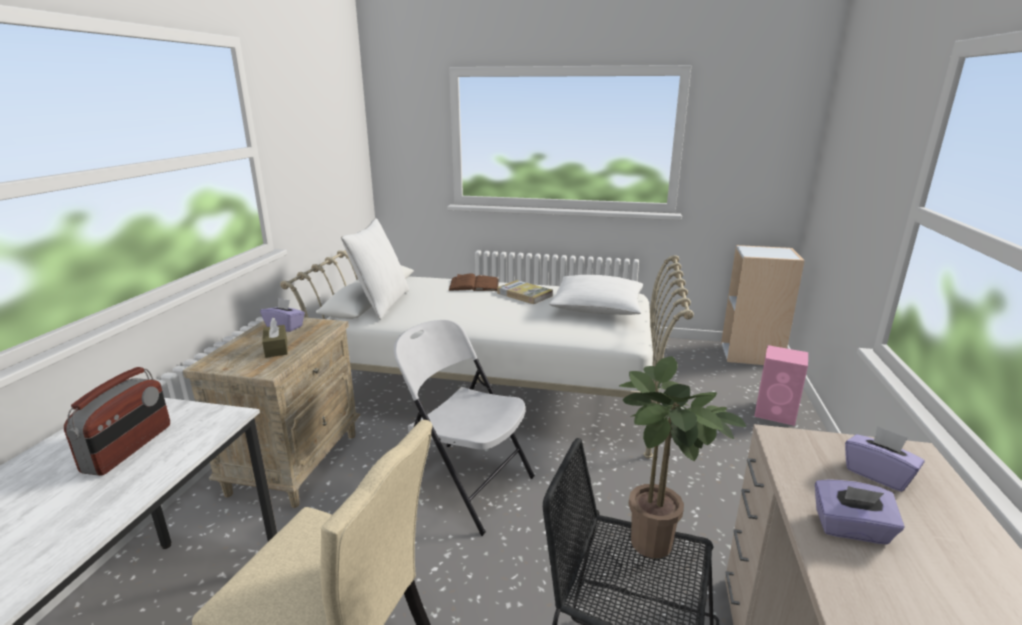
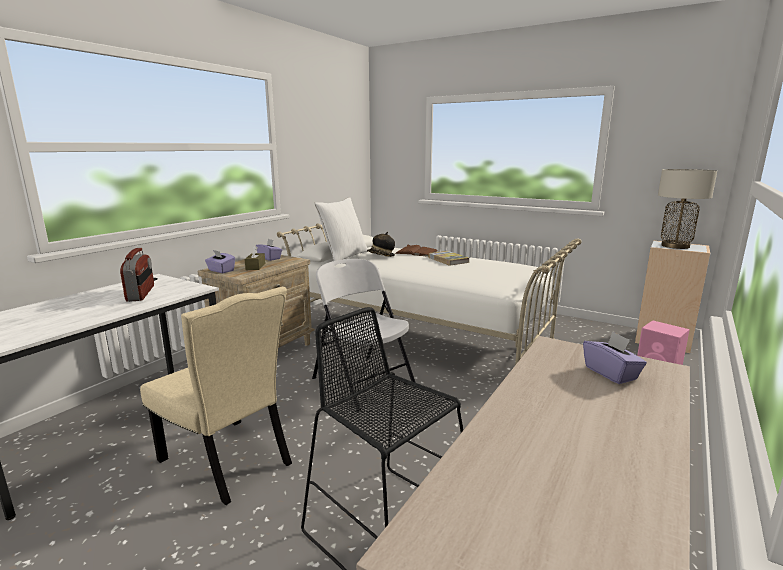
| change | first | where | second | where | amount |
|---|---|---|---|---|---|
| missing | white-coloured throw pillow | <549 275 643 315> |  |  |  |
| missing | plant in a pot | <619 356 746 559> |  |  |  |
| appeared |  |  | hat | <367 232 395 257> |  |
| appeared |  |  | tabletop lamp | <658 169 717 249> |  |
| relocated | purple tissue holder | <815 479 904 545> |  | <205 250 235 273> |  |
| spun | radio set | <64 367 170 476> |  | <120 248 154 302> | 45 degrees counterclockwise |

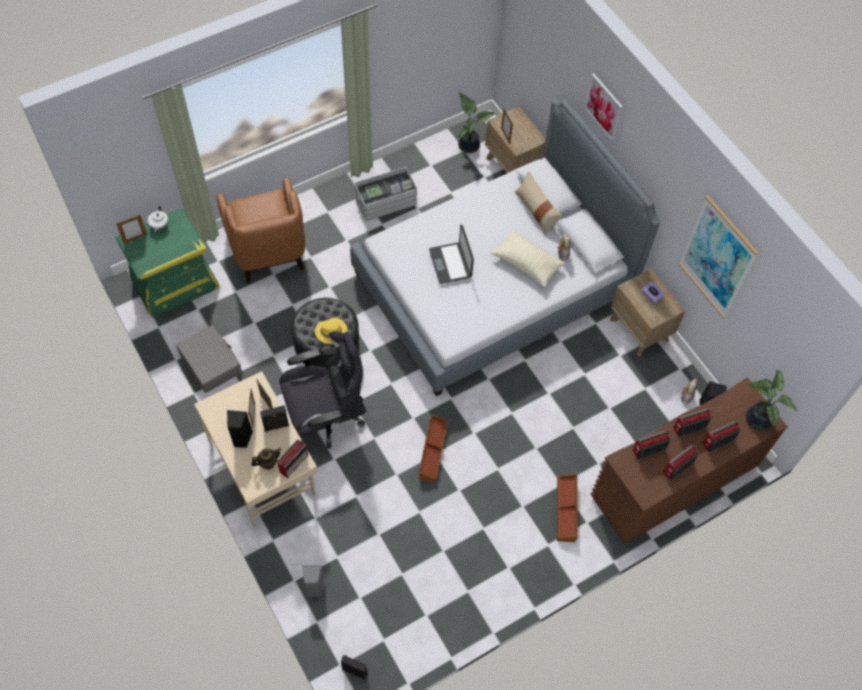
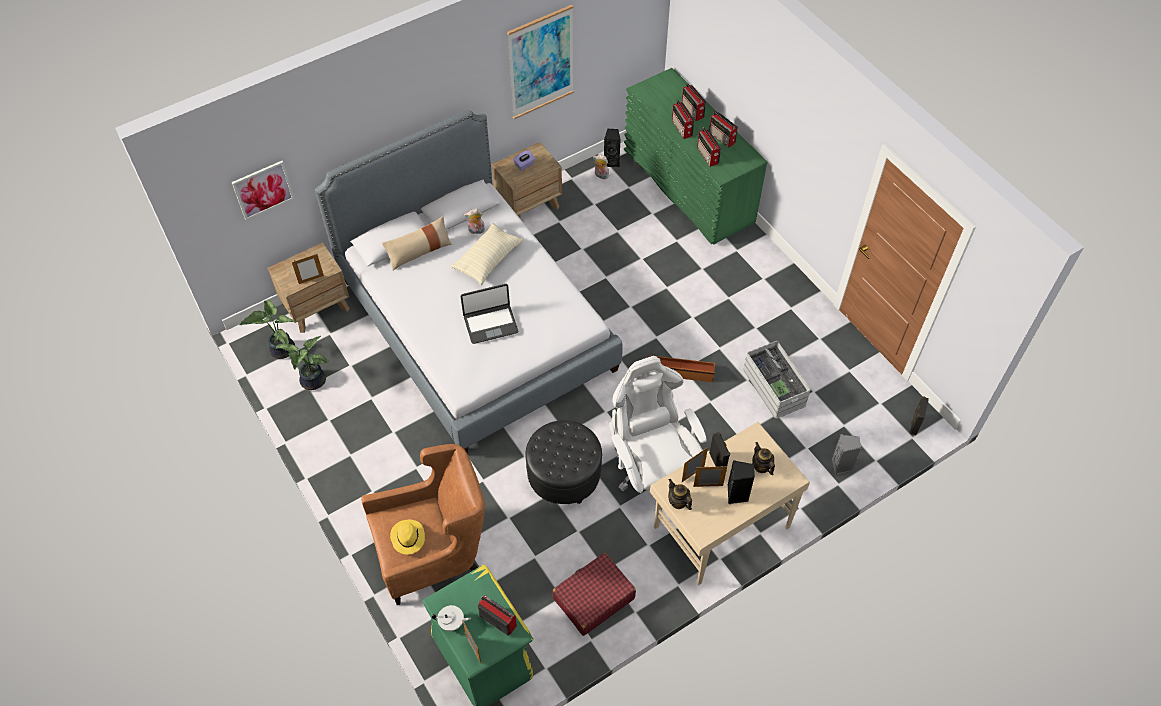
| change | first | where | second | where | amount |
|---|---|---|---|---|---|
| missing | brown storage box | <557 474 578 542> |  |  |  |
| appeared |  |  | teapot | <668 479 692 510> |  |
| relocated | radio set | <277 440 308 478> |  | <478 595 517 636> |  |
| relocated | yellow-coloured hat | <315 318 347 344> |  | <390 520 425 554> |  |
| relocated | gray storage box | <355 167 417 221> |  | <743 341 811 419> |  |
| relocated | wall art | <584 73 623 141> |  | <232 161 294 220> |  |
| relocated | plant in a pot | <746 370 798 431> |  | <276 336 329 390> |  |
| colour | gray piece of luggage | <176 325 242 393> | reddish piece of luggage | <553 553 636 636> |  |
| colour | blackish office chair | <279 331 366 449> | white-coloured office chair | <609 356 707 493> |  |
| colour | brown chest of drawers | <590 377 788 544> | green-coloured chest of drawers | <624 68 768 244> |  |

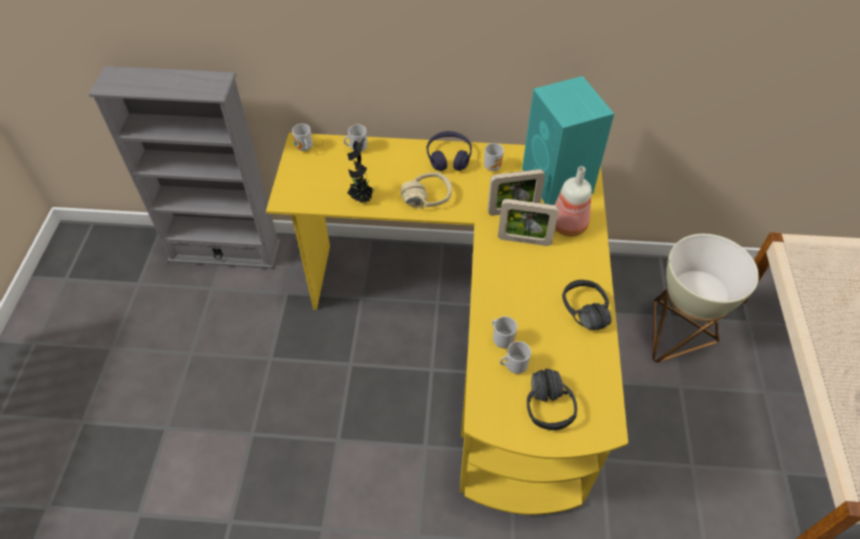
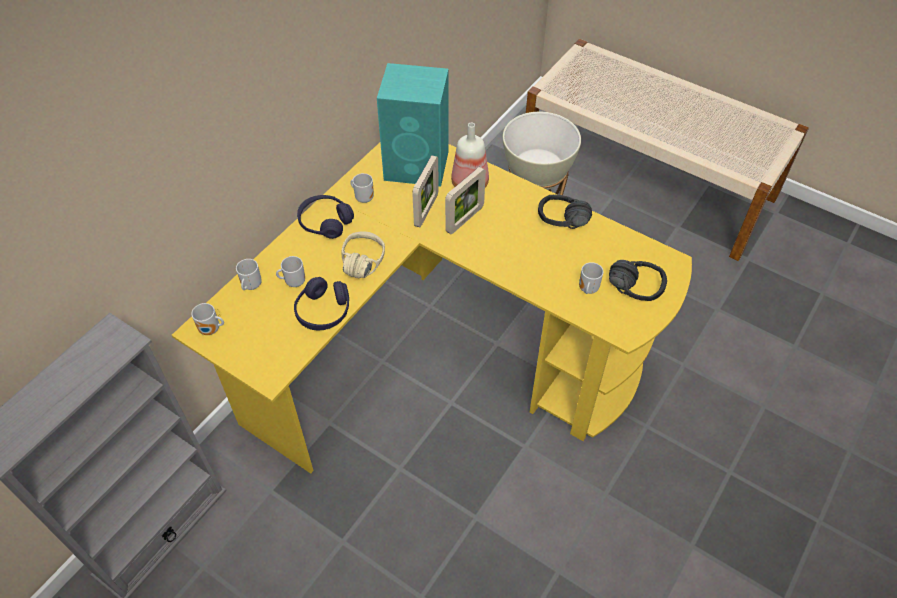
| change | first | where | second | where | amount |
|---|---|---|---|---|---|
| relocated | tea mug | <492 316 517 348> |  | <276 256 305 287> |  |
| exchanged | plant in a pot | <347 138 376 203> | purple headphones | <294 277 349 331> |  |

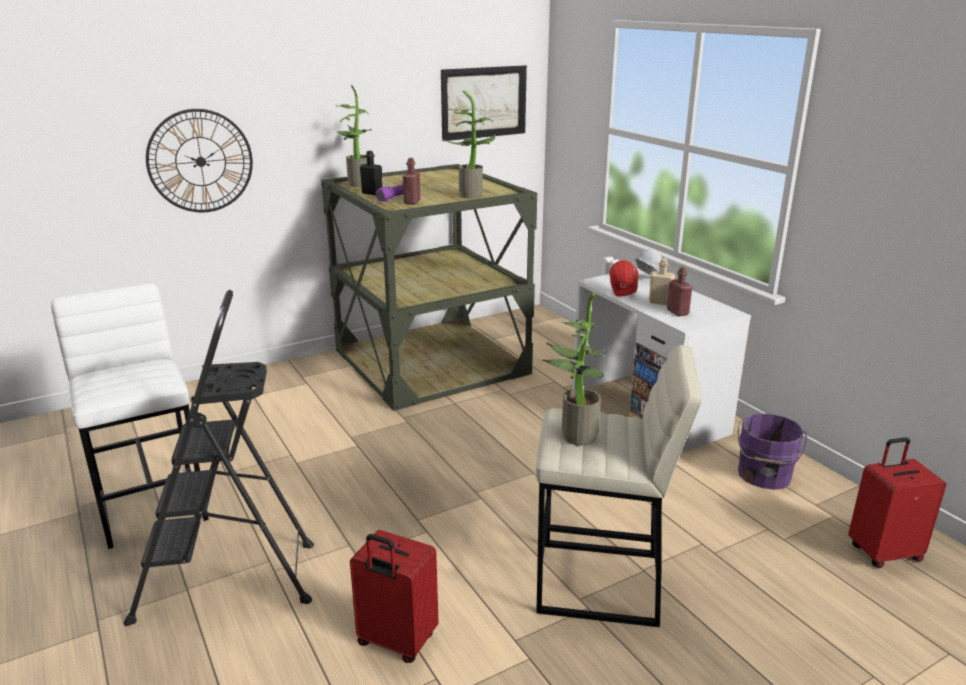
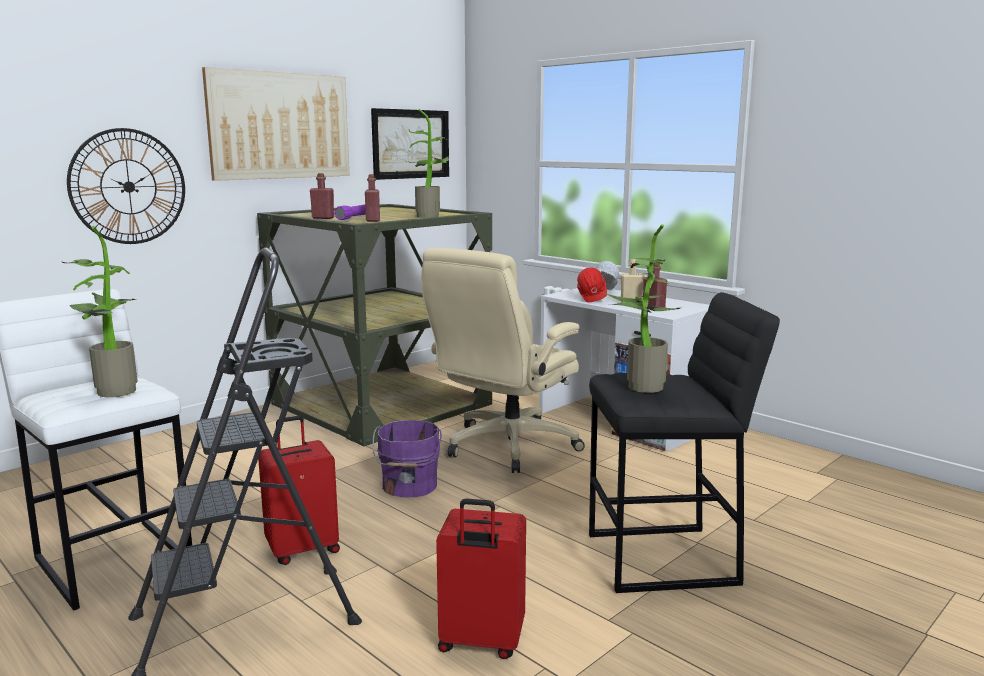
| change | first | where | second | where | amount |
|---|---|---|---|---|---|
| appeared |  |  | wall art | <202 67 350 181> |  |
| appeared |  |  | beige-coloured office chair | <421 248 585 473> |  |
| relocated | plant in a pot | <336 85 371 187> |  | <62 226 137 397> |  |
| relocated | purple water bucket | <738 413 807 490> |  | <373 420 442 497> |  |
| relocated | reddish piece of luggage | <848 437 946 568> |  | <258 416 340 565> |  |
| colour | blackish beverage bottle | <360 151 382 195> | reddish beverage bottle | <310 173 334 219> |  |
| colour | beige-coloured sitting stool | <536 345 702 627> | blackish sitting stool | <589 292 780 593> |  |

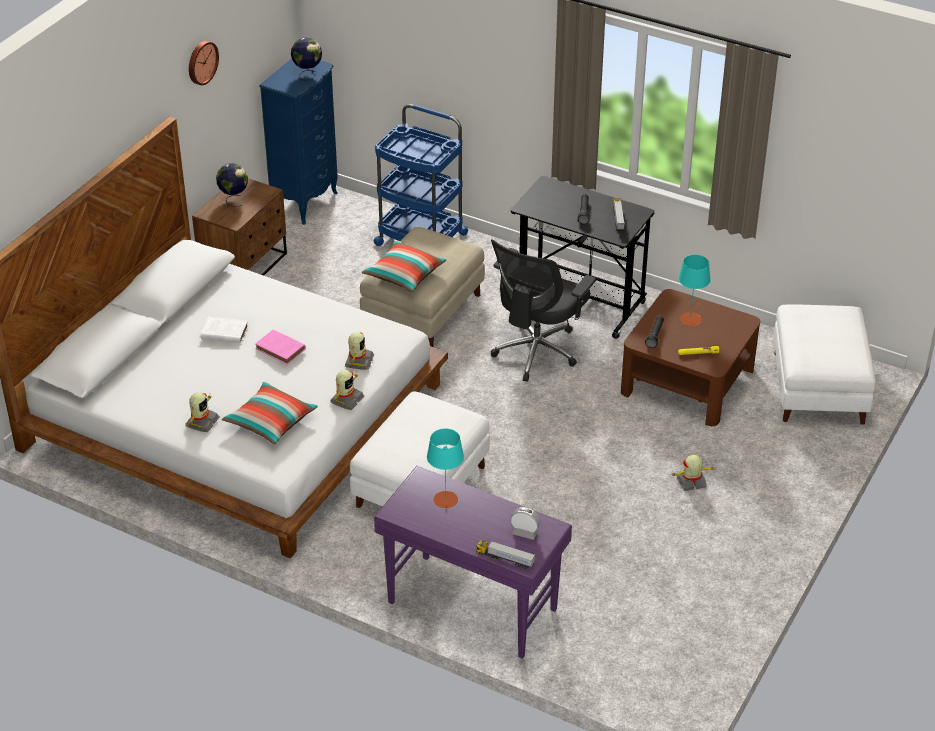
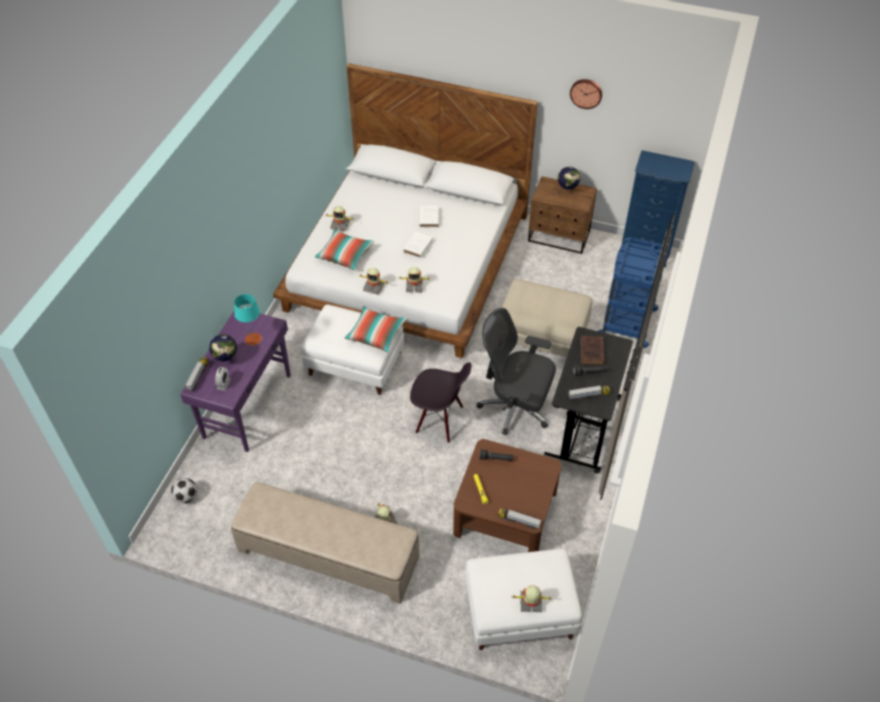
| change | first | where | second | where | amount |
|---|---|---|---|---|---|
| missing | blue-green tabletop lamp | <679 255 710 326> |  |  |  |
| appeared |  |  | football | <171 478 197 503> |  |
| appeared |  |  | beige-coloured indoor bench | <231 482 419 604> |  |
| appeared |  |  | blackish chair | <410 362 471 443> |  |
| appeared |  |  | model truck | <498 508 542 529> |  |
| appeared |  |  | robot figure | <511 585 551 612> |  |
| appeared |  |  | brown bound book | <580 336 605 365> |  |
| relocated | world globe | <291 38 322 81> |  | <209 334 237 364> |  |
| relocated | throw pillow | <362 240 447 292> |  | <345 306 407 353> |  |
| colour | pink bound book | <255 329 306 364> | white-coloured bound book | <403 232 433 258> |  |

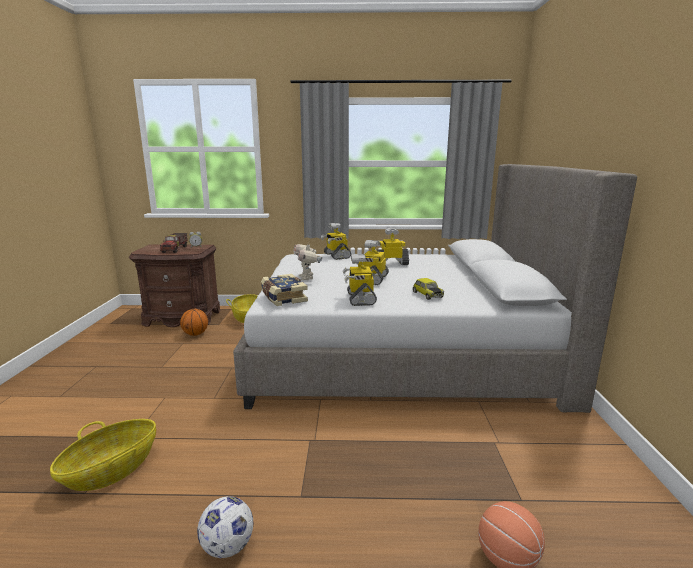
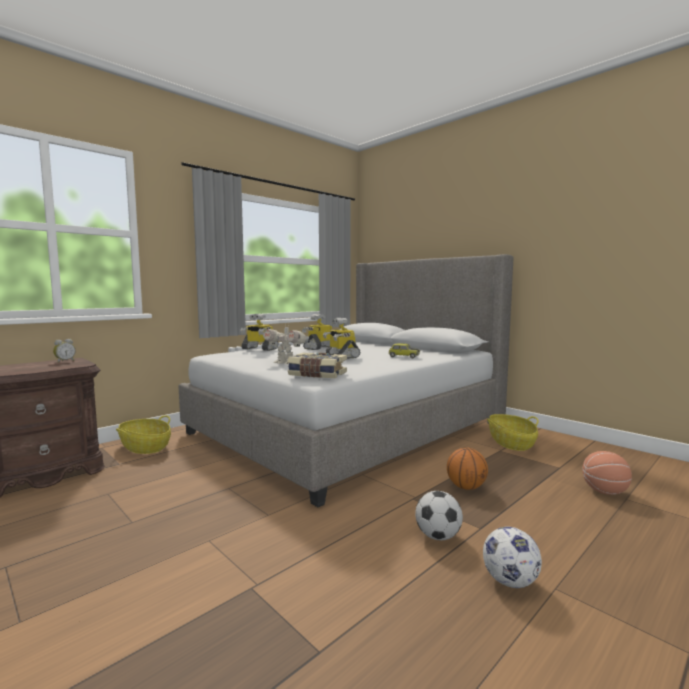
| change | first | where | second | where | amount |
|---|---|---|---|---|---|
| missing | model truck | <160 233 187 253> |  |  |  |
| missing | robot figure | <343 254 377 306> |  |  |  |
| appeared |  |  | football | <415 491 463 540> |  |
| relocated | basket | <50 419 156 491> |  | <487 414 539 451> |  |
| relocated | ball for basketball | <180 309 208 336> |  | <447 448 488 490> |  |

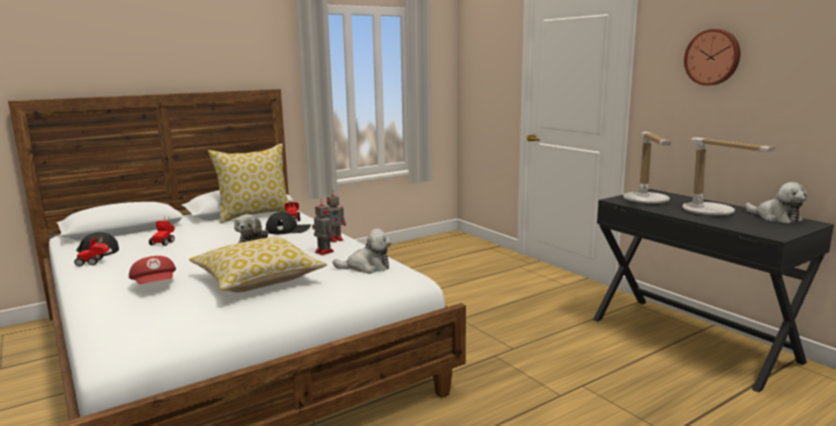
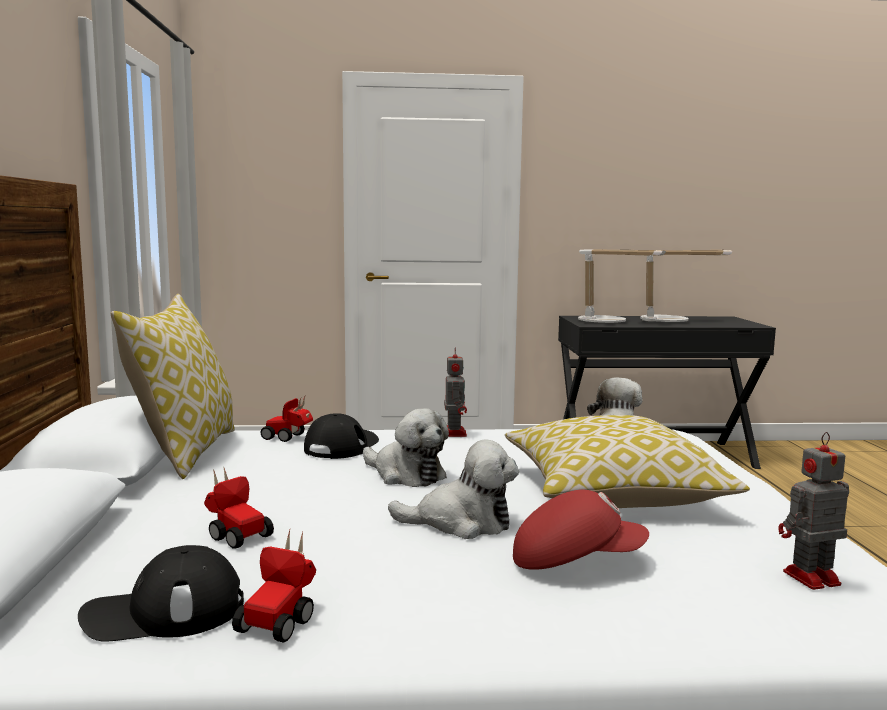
| change | first | where | second | where | amount |
|---|---|---|---|---|---|
| missing | wall clock | <684 29 740 86> |  |  |  |
| relocated | robot figure | <312 199 336 255> |  | <778 432 849 590> |  |
| relocated | plush toy | <745 182 807 223> |  | <388 439 519 539> |  |

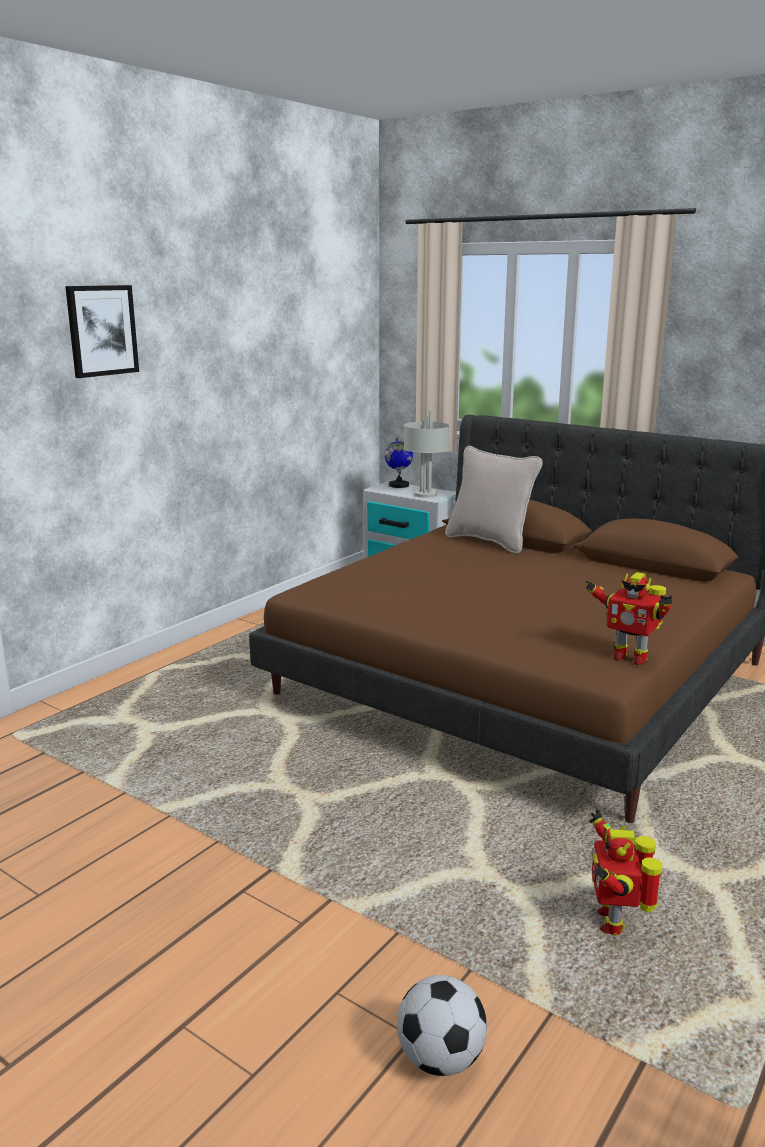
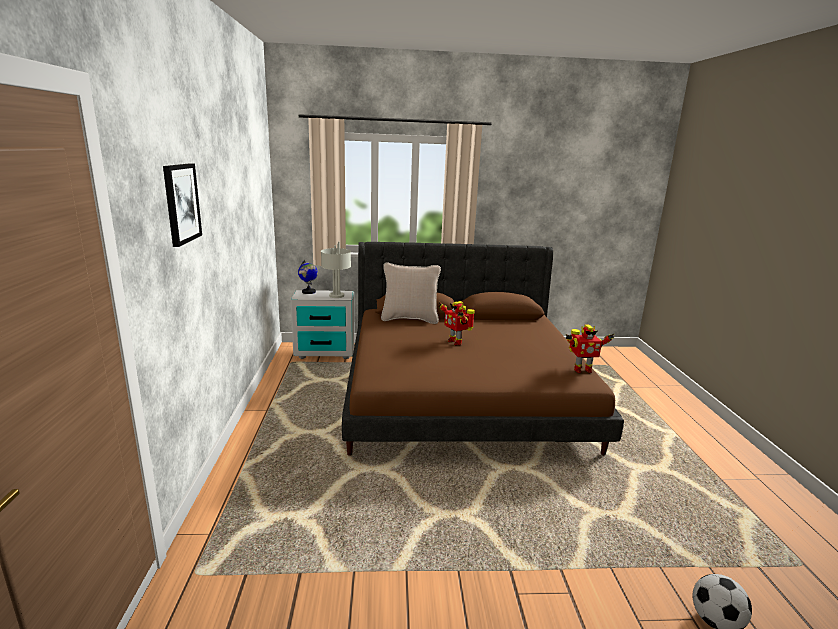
| change | first | where | second | where | amount |
|---|---|---|---|---|---|
| relocated | robot figure | <589 810 662 936> |  | <439 301 475 346> |  |

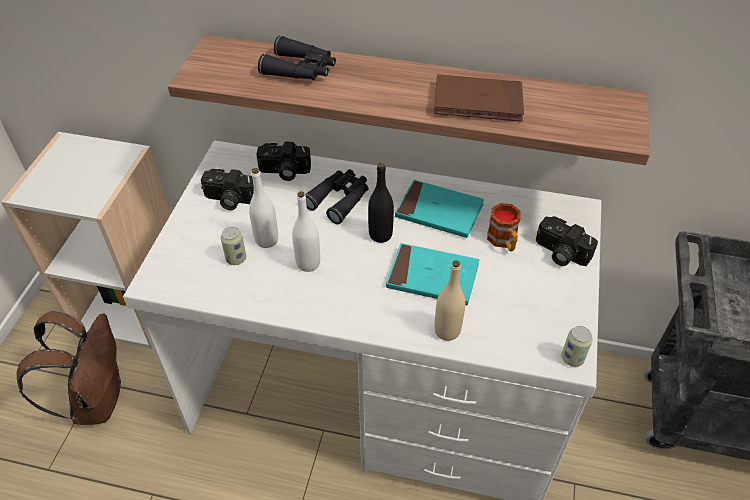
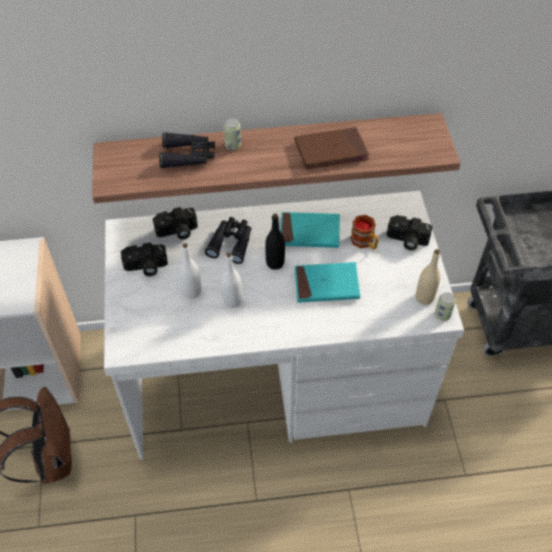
| change | first | where | second | where | amount |
|---|---|---|---|---|---|
| relocated | can | <221 227 246 265> |  | <224 118 241 150> |  |
| relocated | beige-coloured beverage bottle | <434 260 465 341> |  | <416 249 440 305> |  |

